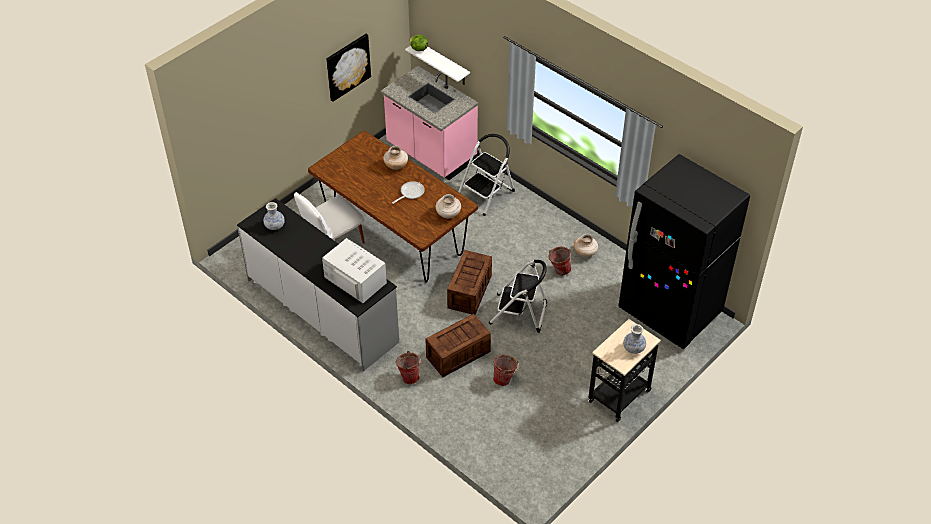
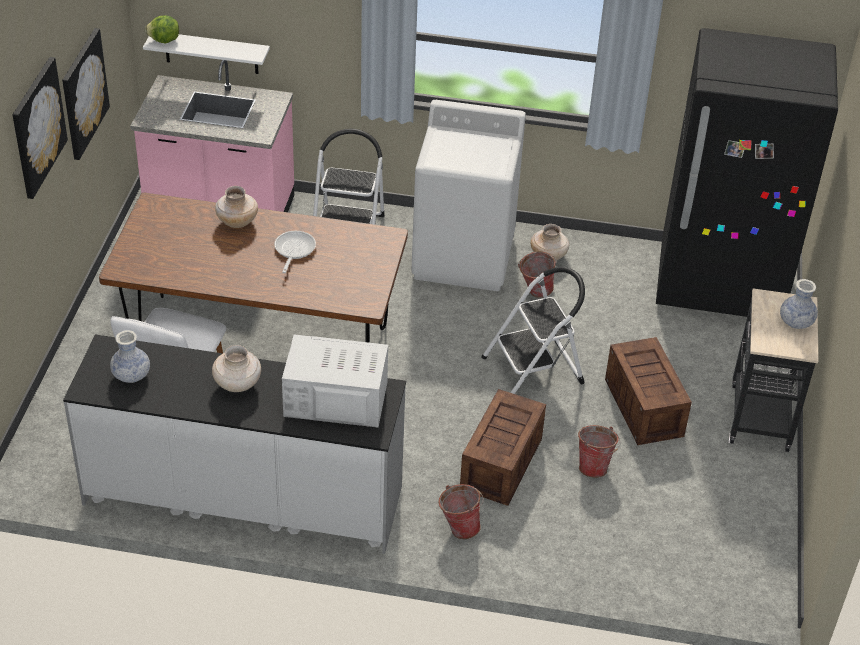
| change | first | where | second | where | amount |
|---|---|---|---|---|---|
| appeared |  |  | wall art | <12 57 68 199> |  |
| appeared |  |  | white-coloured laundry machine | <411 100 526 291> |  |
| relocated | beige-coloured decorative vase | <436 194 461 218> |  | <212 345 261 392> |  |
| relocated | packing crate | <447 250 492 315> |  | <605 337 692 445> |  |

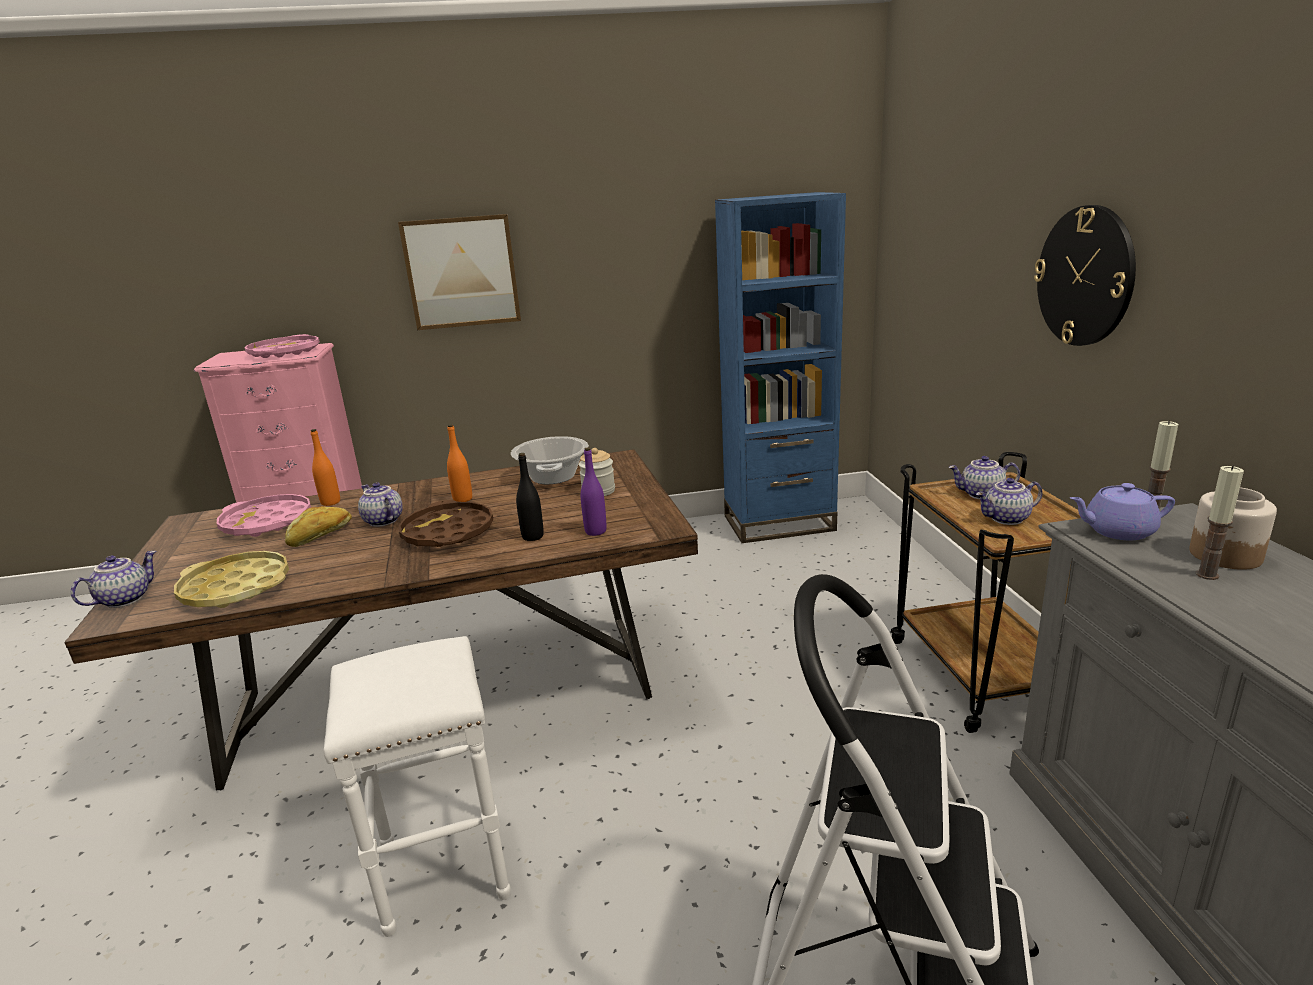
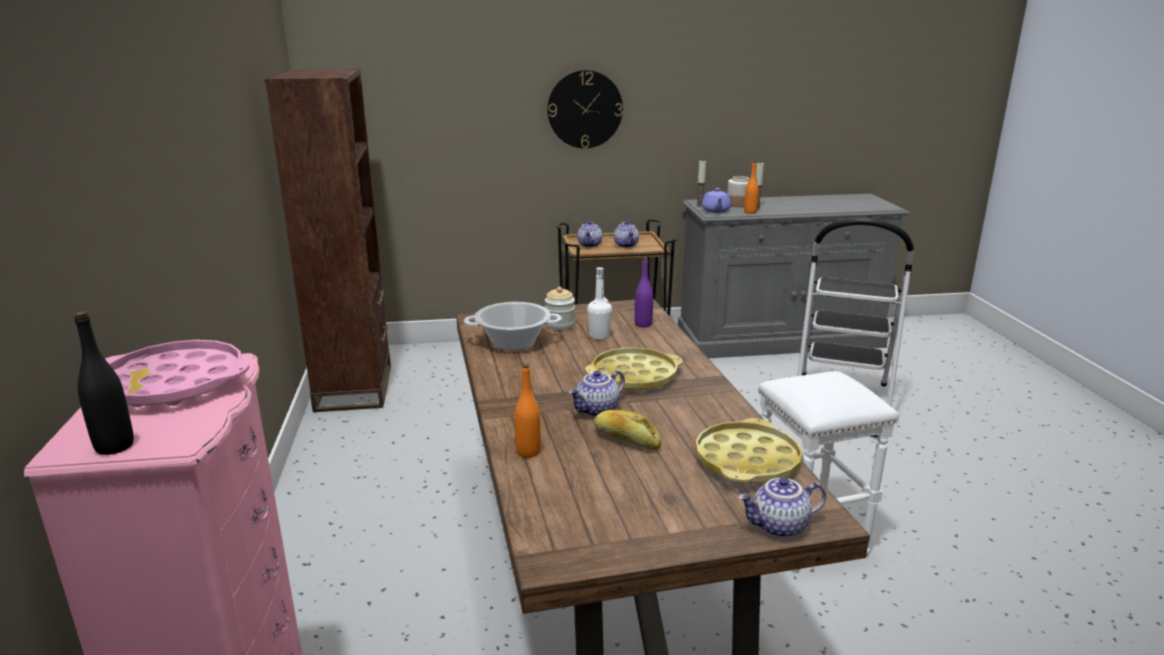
| change | first | where | second | where | amount |
|---|---|---|---|---|---|
| missing | pink serving tray | <217 494 311 537> |  |  |  |
| missing | wall art | <398 214 521 330> |  |  |  |
| appeared |  |  | white-coloured beverage bottle | <587 267 612 340> |  |
| relocated | orange-coloured beverage bottle | <447 424 472 502> |  | <744 162 759 214> |  |
| relocated | blackish beverage bottle | <516 453 544 541> |  | <75 311 134 455> |  |
| colour | brown serving tray | <399 500 493 547> | yellow-coloured serving tray | <585 347 683 391> |  |
| colour | blue-coloured bookshelf | <715 192 846 543> | brown bookshelf | <265 69 391 412> |  |
| spun | teapot | <71 551 156 608> |  | <738 477 826 538> | 45 degrees counterclockwise |

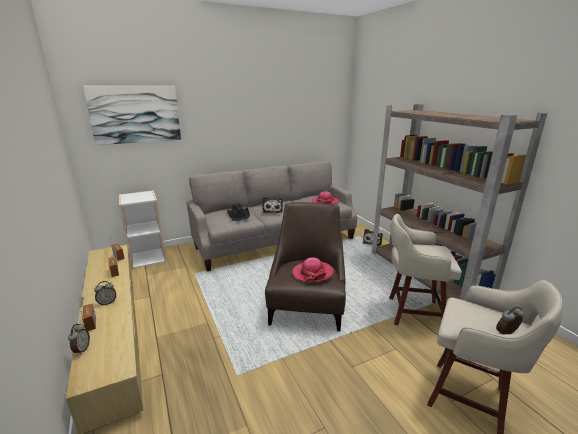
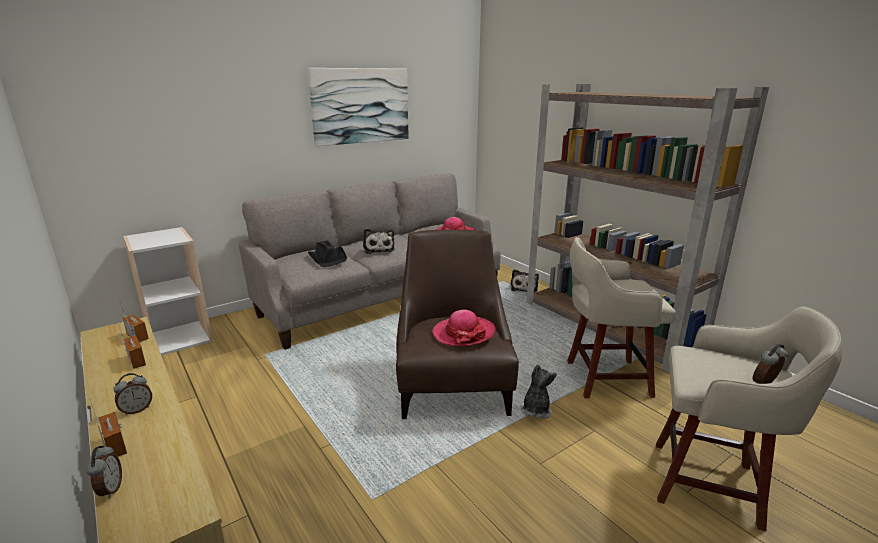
| change | first | where | second | where | amount |
|---|---|---|---|---|---|
| appeared |  |  | plush toy | <520 364 557 419> |  |
| relocated | wall art | <83 86 181 145> |  | <308 68 409 146> |  |

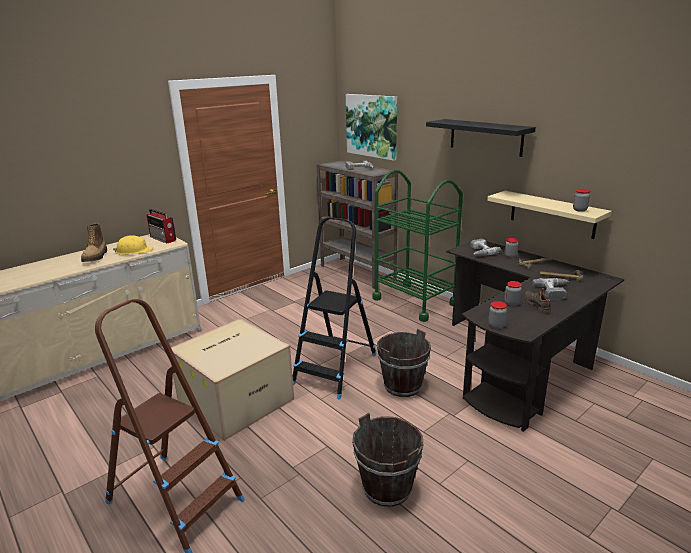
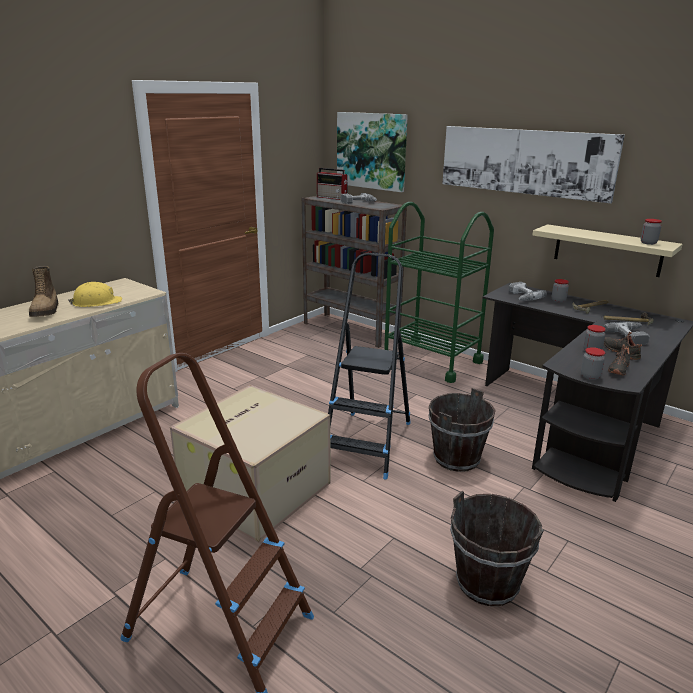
| change | first | where | second | where | amount |
|---|---|---|---|---|---|
| appeared |  |  | blackish shoe | <608 344 630 376> |  |
| relocated | radio set | <146 209 176 244> |  | <317 168 348 200> |  |
| exchanged | blackish wall shelf | <426 119 536 157> | wall art | <442 126 625 203> |  |

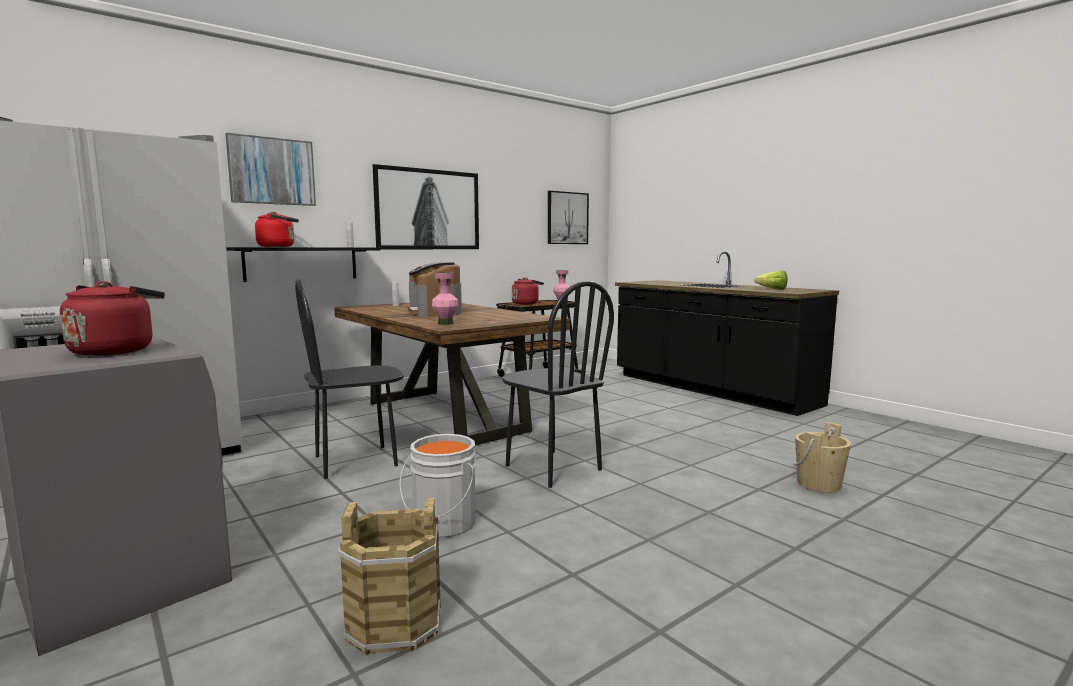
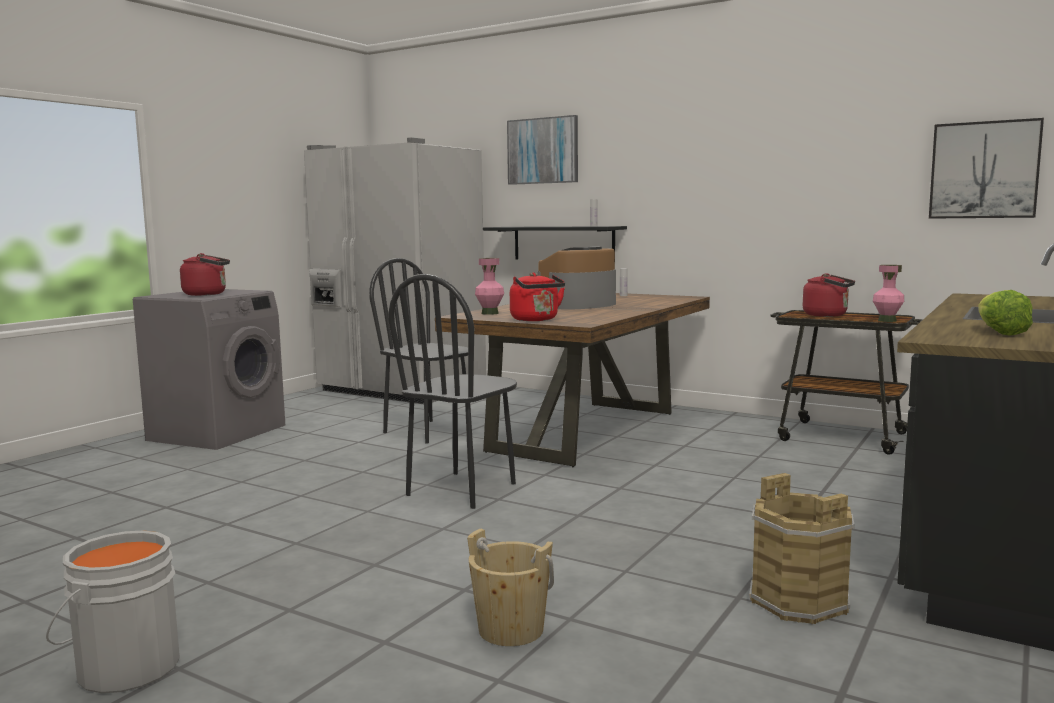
| change | first | where | second | where | amount |
|---|---|---|---|---|---|
| missing | wall art | <372 164 479 249> |  |  |  |
| relocated | reddish tea kettle | <255 212 299 247> |  | <510 272 565 321> |  |
| relocated | brown water bucket | <338 498 441 655> |  | <749 473 855 624> |  |
| relocated | gray water bucket | <400 434 476 538> |  | <46 530 180 693> |  |

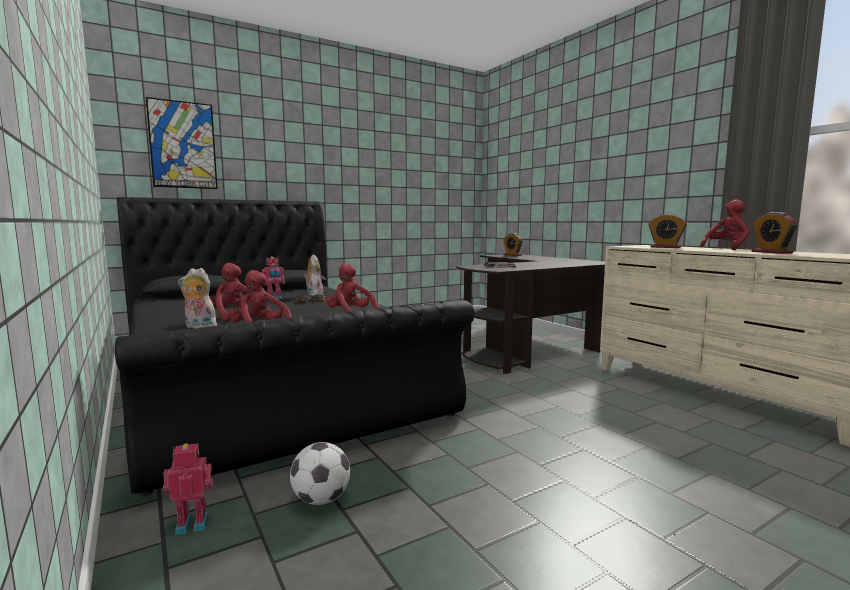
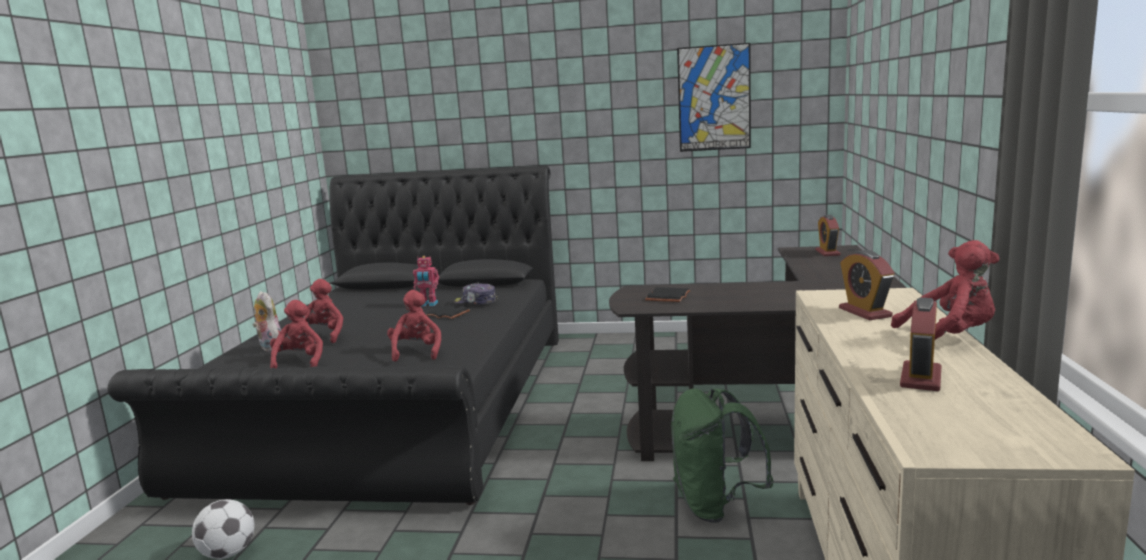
| change | first | where | second | where | amount |
|---|---|---|---|---|---|
| missing | robot figure | <163 443 213 535> |  |  |  |
| appeared |  |  | green-coloured backpack | <671 388 774 523> |  |
| relocated | wall art | <146 97 218 189> |  | <677 43 751 152> |  |
| exchanged | plush toy | <304 254 323 296> | baseball cap | <454 282 498 305> |  |

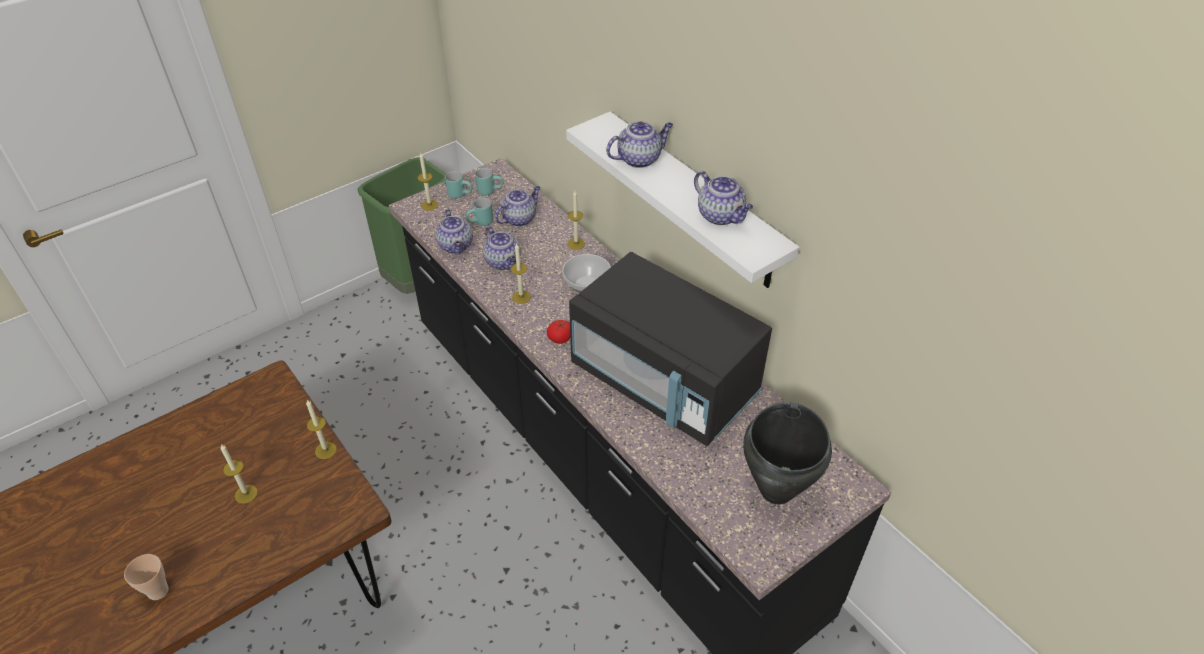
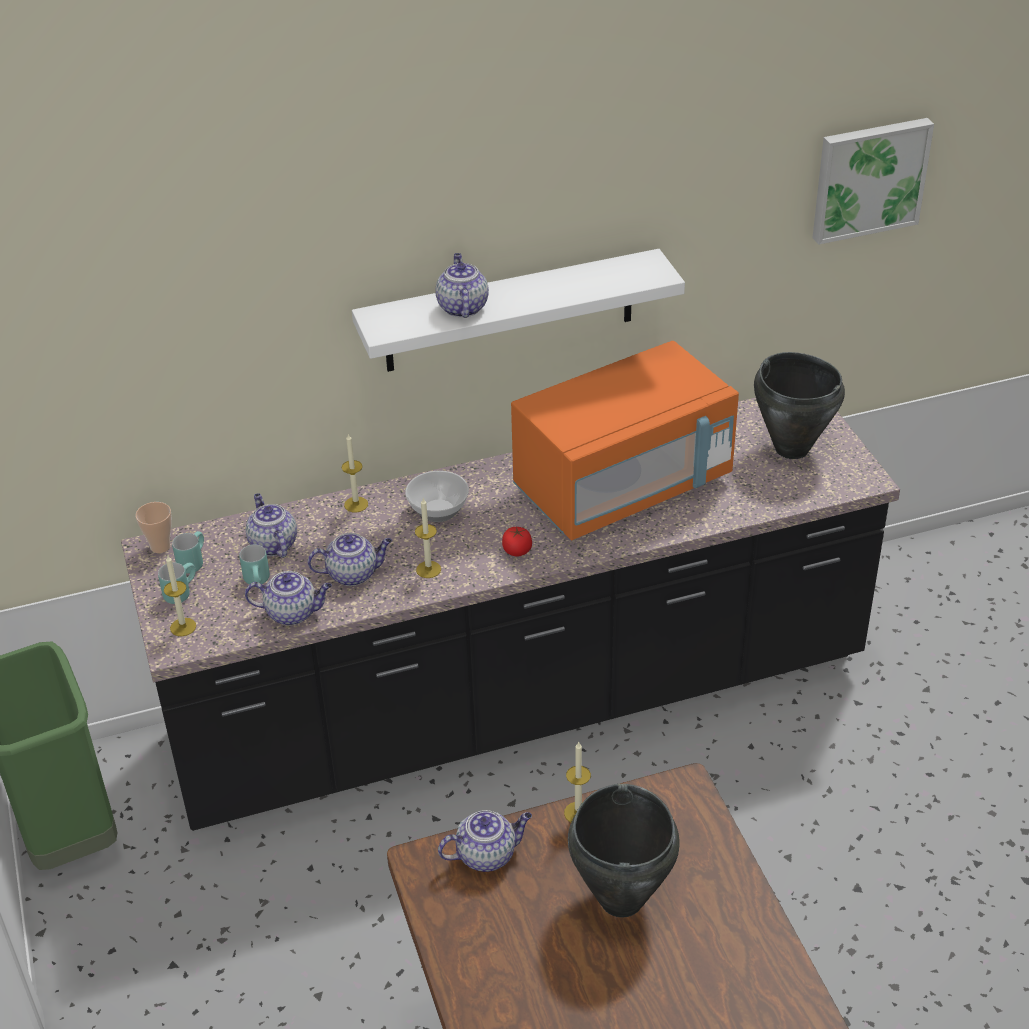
| change | first | where | second | where | amount |
|---|---|---|---|---|---|
| appeared |  |  | wall art | <812 118 934 245> |  |
| relocated | drinking cup | <124 554 169 600> |  | <135 502 172 553> |  |
| relocated | teapot | <694 171 753 225> |  | <438 810 532 872> |  |
| exchanged | wax candle | <221 444 258 504> | blackish saucepot | <568 784 680 917> |  |
| colour | blackish microwave | <569 252 772 446> | orange-coloured microwave | <511 341 739 541> |  |

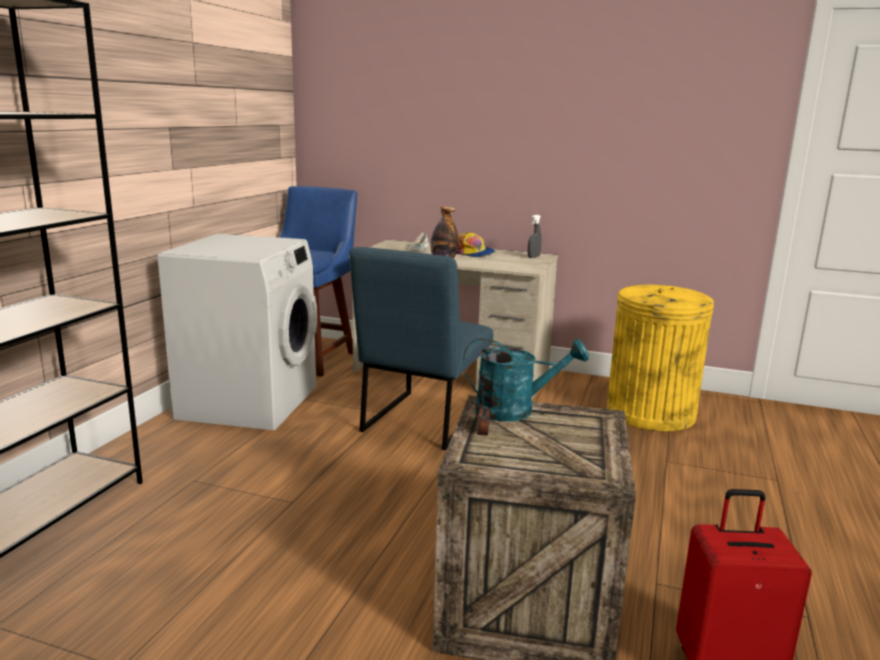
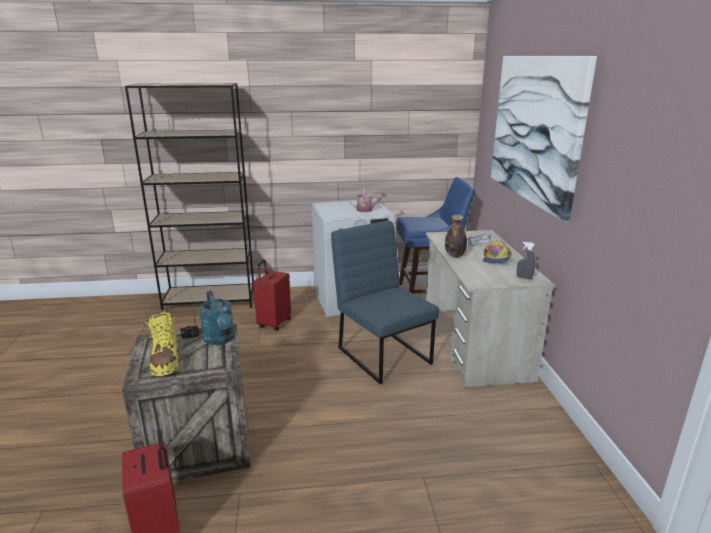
| change | first | where | second | where | amount |
|---|---|---|---|---|---|
| missing | yellow-coloured trash can | <607 285 714 432> |  |  |  |
| appeared |  |  | yellow-coloured boot | <146 309 179 376> |  |
| appeared |  |  | reddish piece of luggage | <253 260 291 331> |  |
| appeared |  |  | sprinkling can | <349 186 387 212> |  |
| appeared |  |  | wall art | <491 56 597 222> |  |
| spun | blue-coloured chair | <349 247 493 450> |  | <331 221 439 384> | 60 degrees clockwise |

